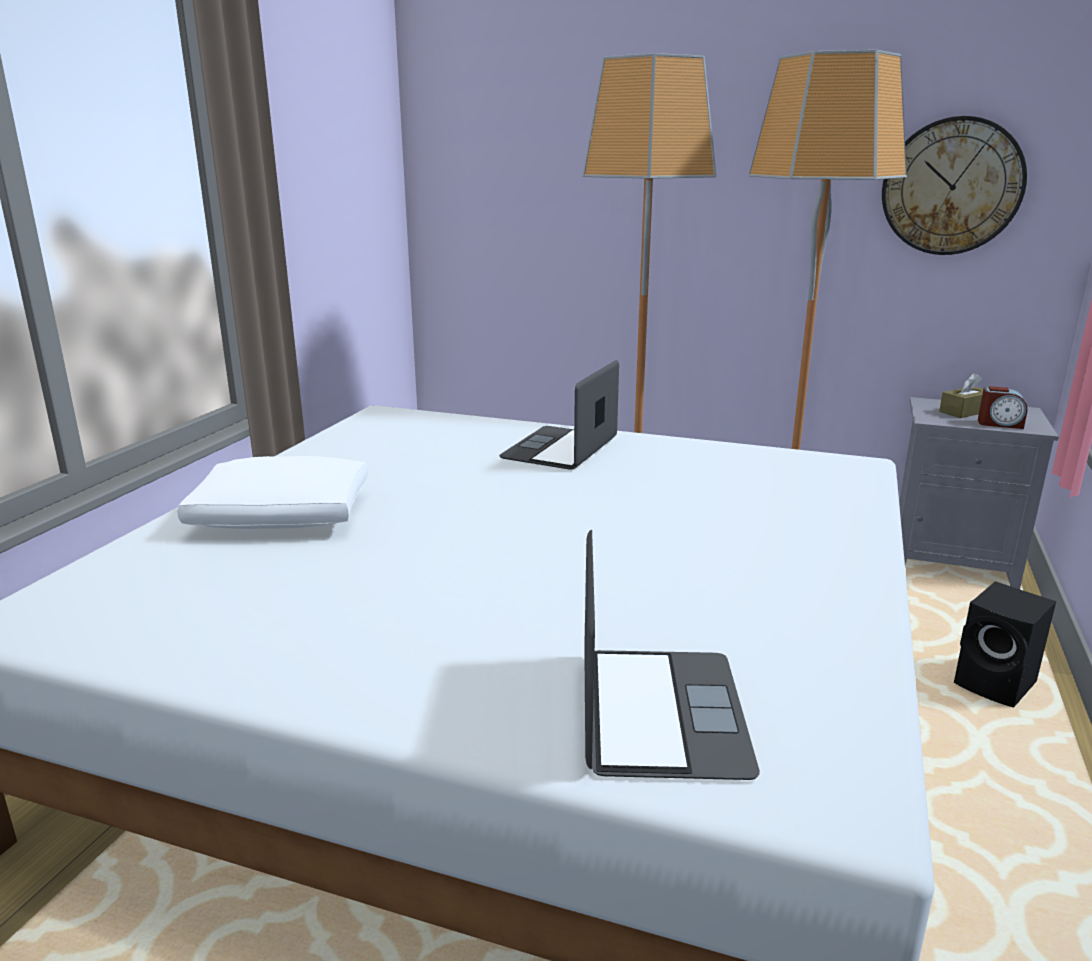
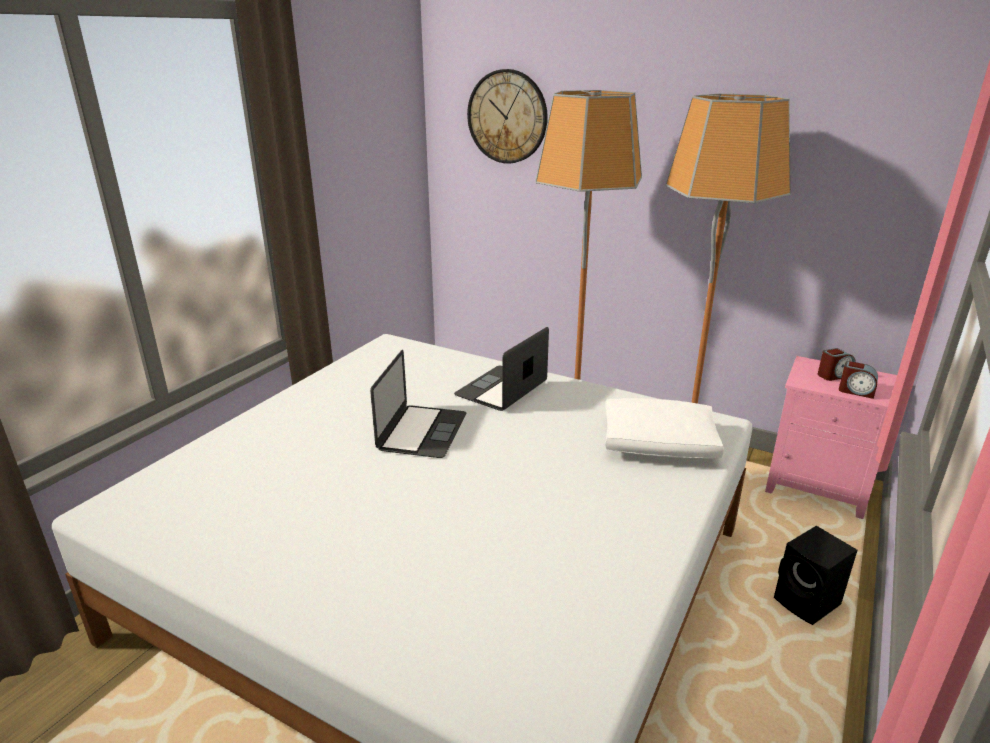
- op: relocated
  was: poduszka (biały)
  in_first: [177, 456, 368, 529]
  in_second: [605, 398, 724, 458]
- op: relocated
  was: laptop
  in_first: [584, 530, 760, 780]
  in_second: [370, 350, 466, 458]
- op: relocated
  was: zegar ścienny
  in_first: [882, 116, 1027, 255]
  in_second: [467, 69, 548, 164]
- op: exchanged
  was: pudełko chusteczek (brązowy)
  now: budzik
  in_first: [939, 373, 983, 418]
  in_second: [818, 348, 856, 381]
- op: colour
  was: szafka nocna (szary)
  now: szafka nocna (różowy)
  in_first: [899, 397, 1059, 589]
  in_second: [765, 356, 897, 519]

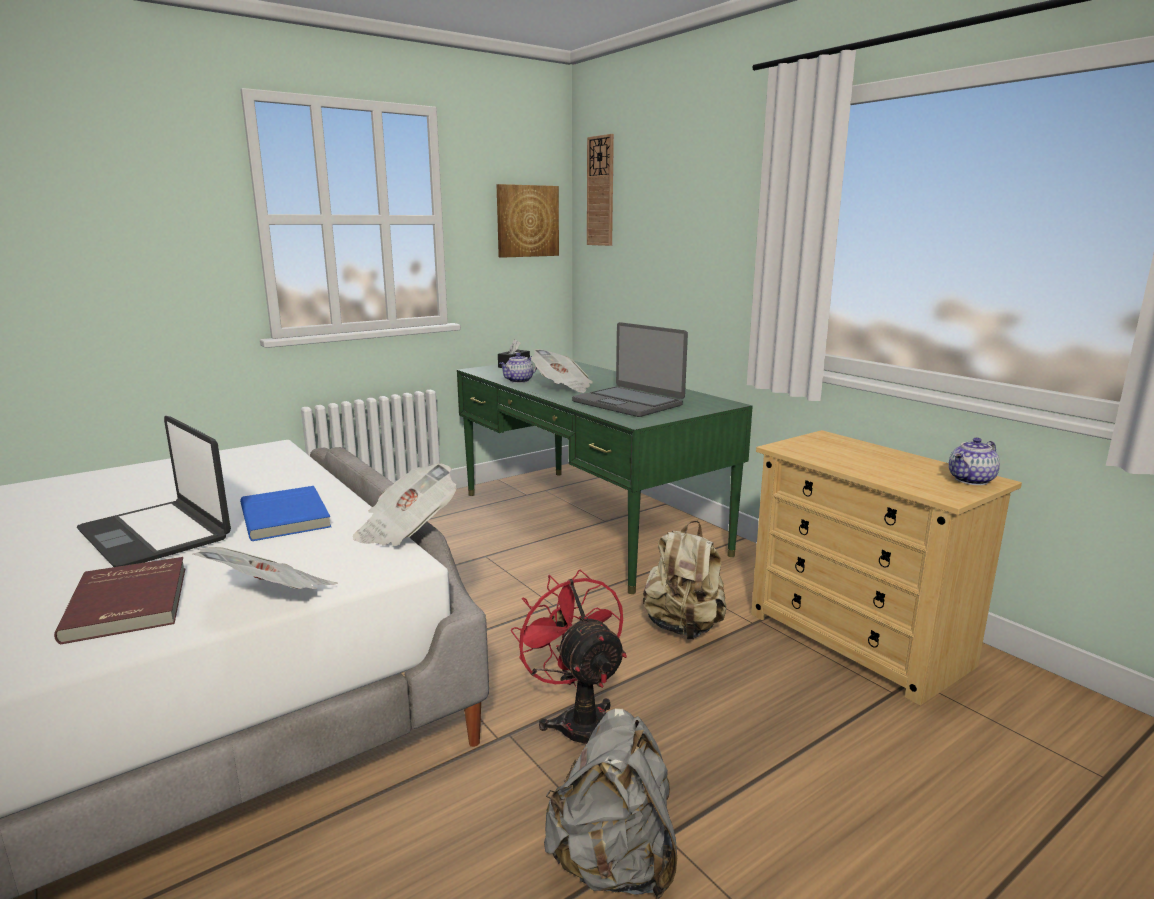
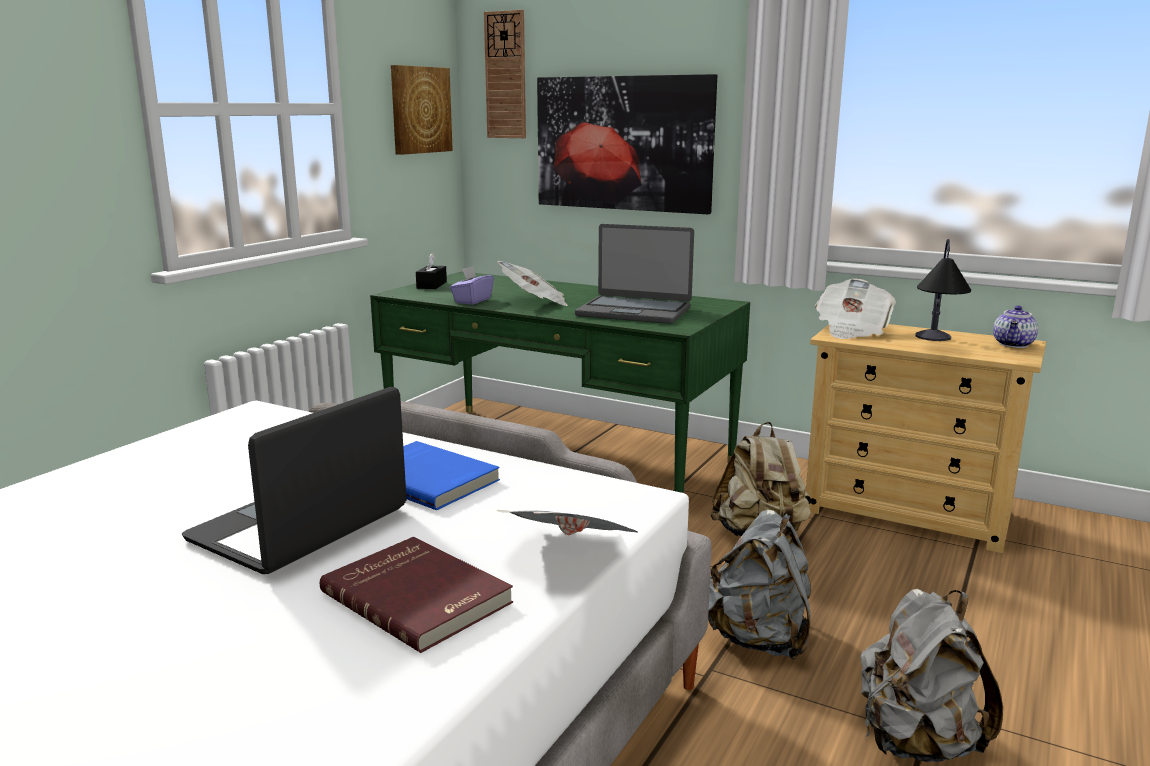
- op: appeared
  now: obraz
  in_second: [537, 74, 717, 214]
- op: appeared
  now: lampa stołowa
  in_second: [915, 239, 971, 341]
- op: relocated
  was: gazeta
  in_first: [353, 464, 456, 546]
  in_second: [815, 278, 896, 339]
- op: exchanged
  was: imbryk
  now: pudełko chusteczek (fioletowy)
  in_first: [499, 353, 537, 383]
  in_second: [450, 266, 494, 305]
- op: exchanged
  was: wentylator (czerwony)
  now: plecak (szary)
  in_first: [511, 570, 627, 744]
  in_second: [708, 509, 811, 660]
- op: spun
  was: laptop
  in_first: [77, 416, 231, 567]
  in_second: [182, 387, 407, 574]
  clockwise: 105

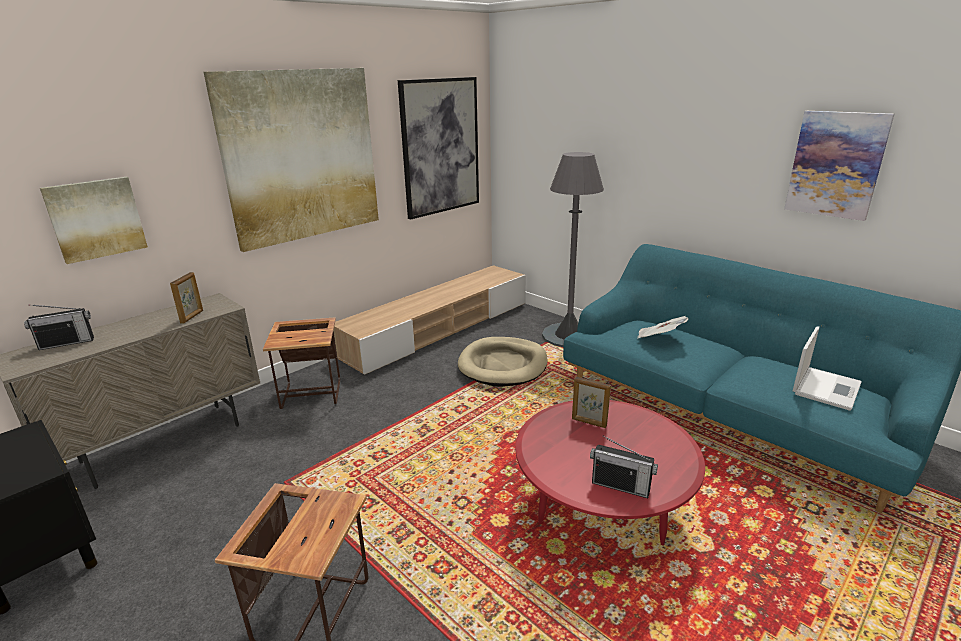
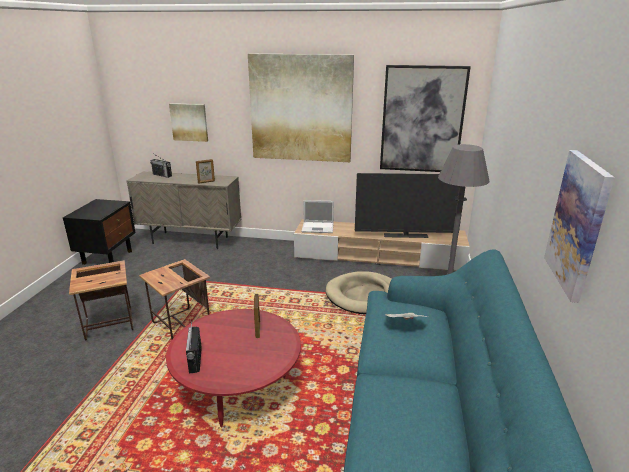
- op: appeared
  now: telewizor
  in_second: [355, 173, 465, 238]
- op: relocated
  was: stolik
  in_first: [263, 317, 340, 409]
  in_second: [139, 259, 210, 339]
- op: relocated
  was: laptop
  in_first: [793, 326, 862, 411]
  in_second: [301, 200, 334, 233]

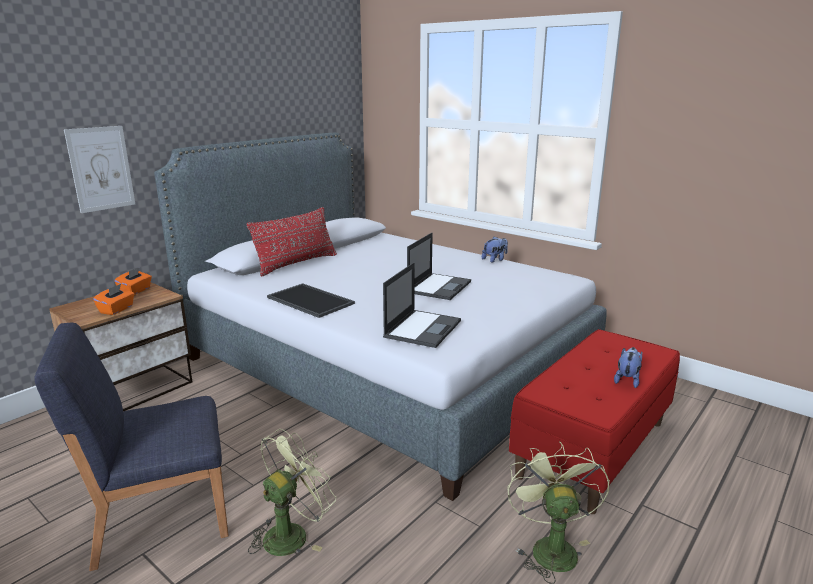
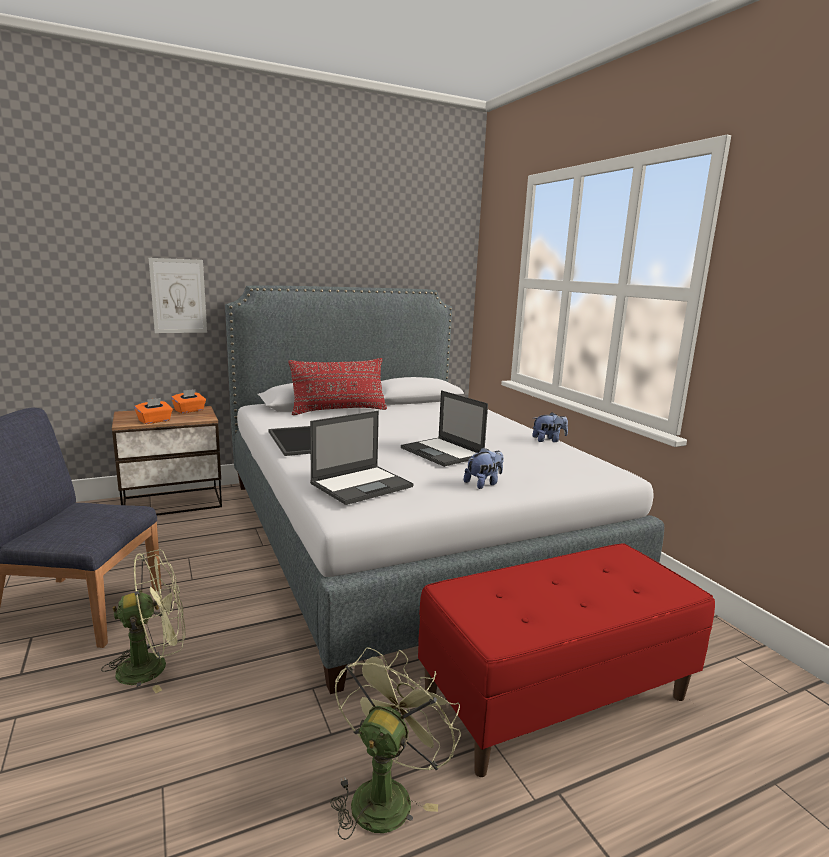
- op: relocated
  was: pluszak
  in_first: [614, 347, 642, 388]
  in_second: [464, 448, 504, 489]
- op: spun
  was: laptop
  in_first: [407, 232, 471, 300]
  in_second: [401, 390, 488, 467]
  clockwise: 90

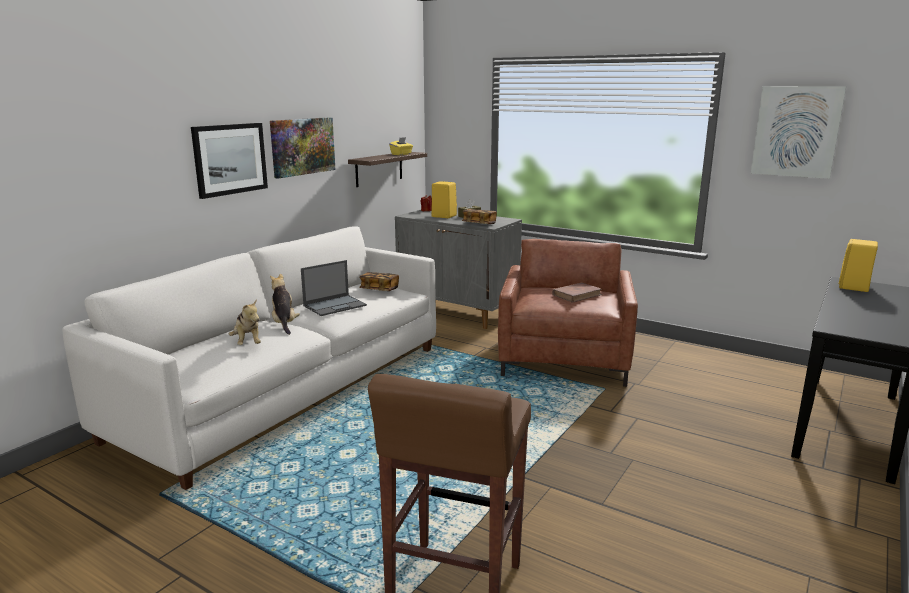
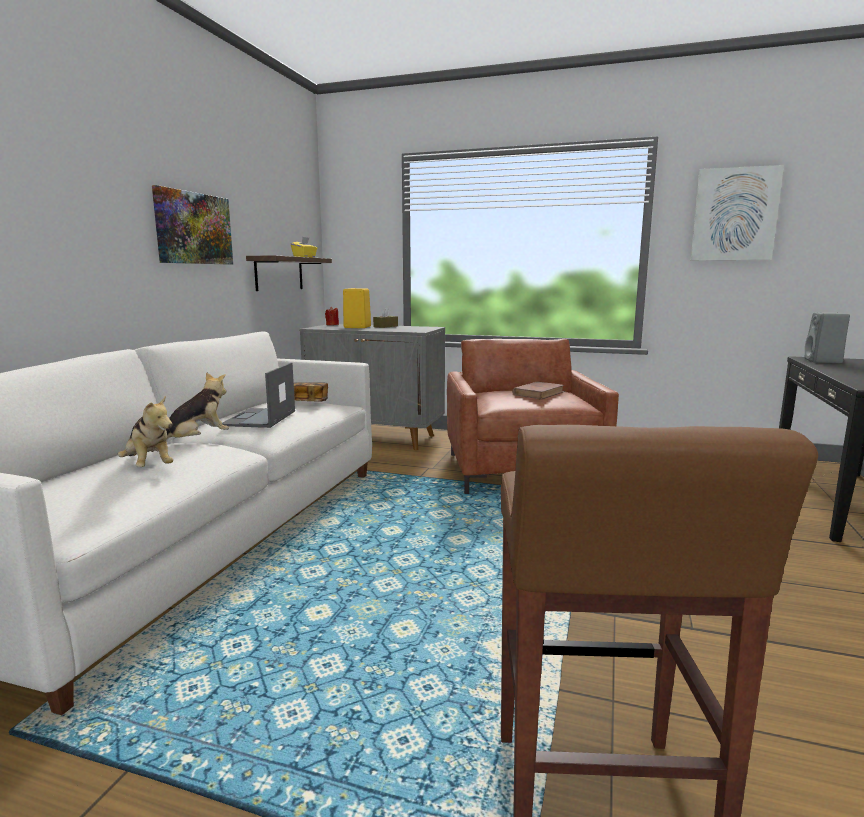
- op: missing
  was: obraz
  in_first: [191, 123, 268, 199]
- op: missing
  was: książka
  in_first: [462, 209, 497, 224]
- op: colour
  was: głośnik (żółty)
  now: głośnik (szary)
  in_first: [839, 239, 878, 292]
  in_second: [804, 312, 850, 363]
- op: spun
  was: pluszak
  in_first: [270, 274, 300, 335]
  in_second: [151, 372, 229, 452]
  clockwise: 75
- op: spun
  was: laptop
  in_first: [301, 260, 367, 316]
  in_second: [222, 362, 295, 428]
  clockwise: 150

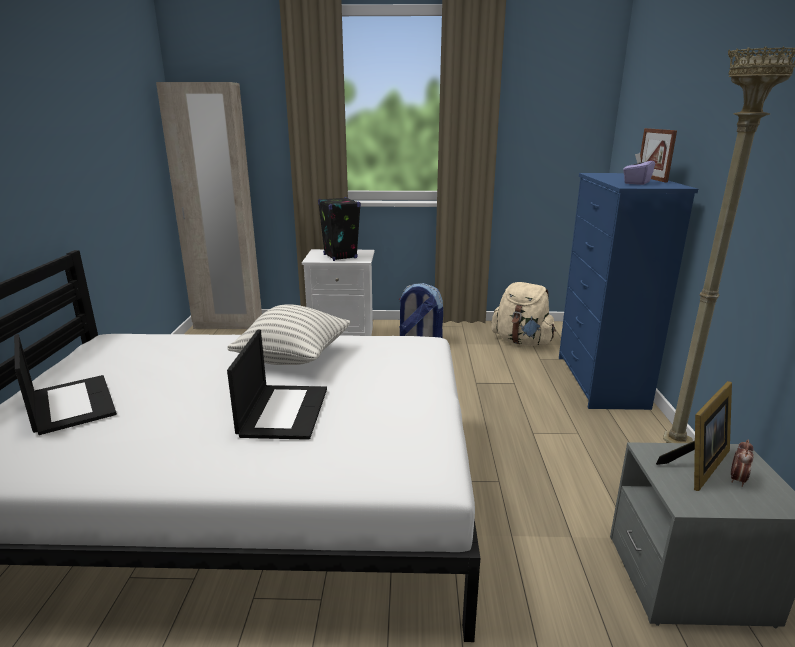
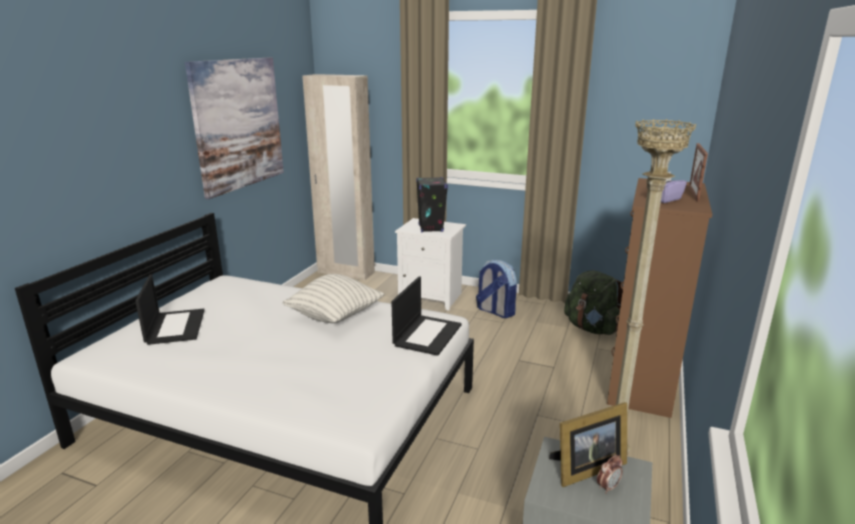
- op: appeared
  now: obraz
  in_second: [185, 57, 284, 199]
- op: relocated
  was: laptop
  in_first: [227, 330, 327, 440]
  in_second: [391, 276, 462, 356]
- op: colour
  was: plecak (beżowy)
  now: plecak (zielony)
  in_first: [491, 282, 556, 346]
  in_second: [564, 270, 623, 335]
- op: colour
  was: komoda (niebieski)
  now: komoda (brązowy)
  in_first: [559, 173, 698, 410]
  in_second: [607, 178, 712, 418]

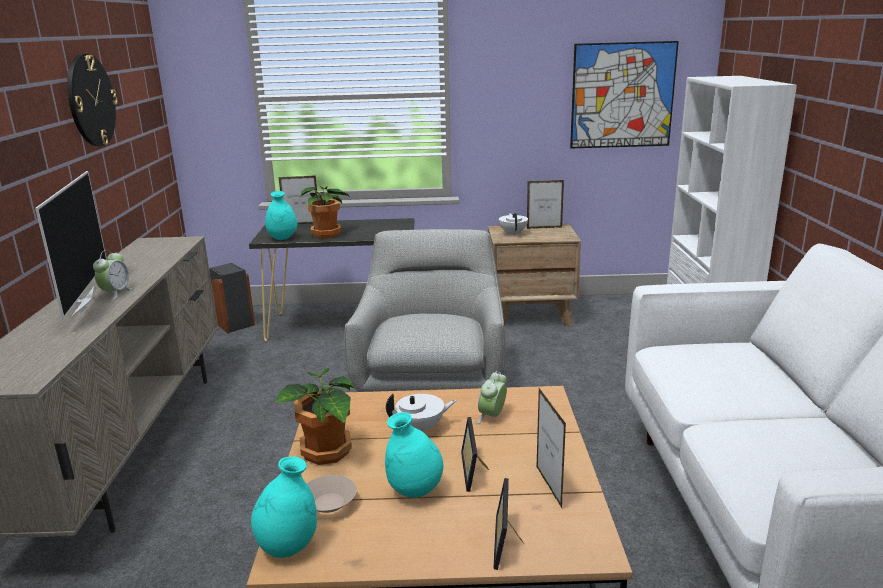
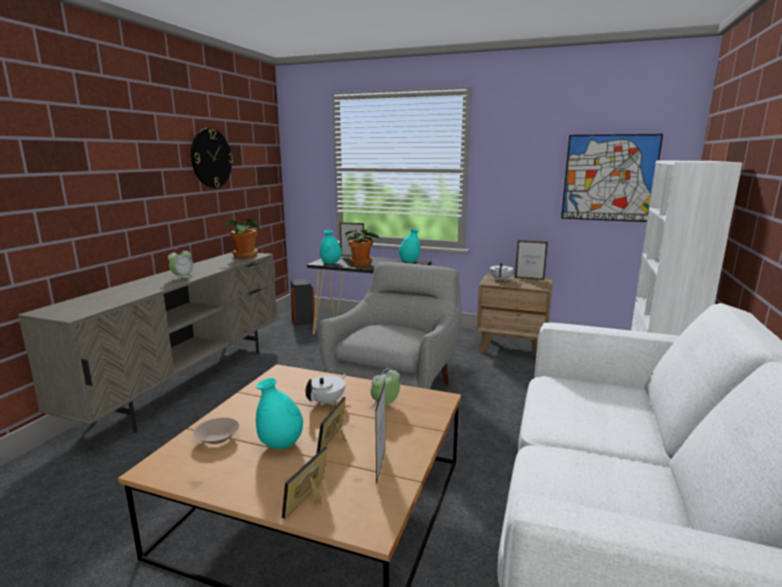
- op: missing
  was: telewizor
  in_first: [35, 171, 107, 319]
- op: relocated
  was: wazon (turkusowy)
  in_first: [251, 456, 317, 558]
  in_second: [399, 228, 421, 263]
- op: relocated
  was: roślina doniczkowa
  in_first: [274, 368, 354, 465]
  in_second: [223, 219, 260, 258]
- op: spun
  was: imbryk (biały)
  in_first: [386, 394, 457, 432]
  in_second: [306, 374, 346, 406]
  clockwise: -60

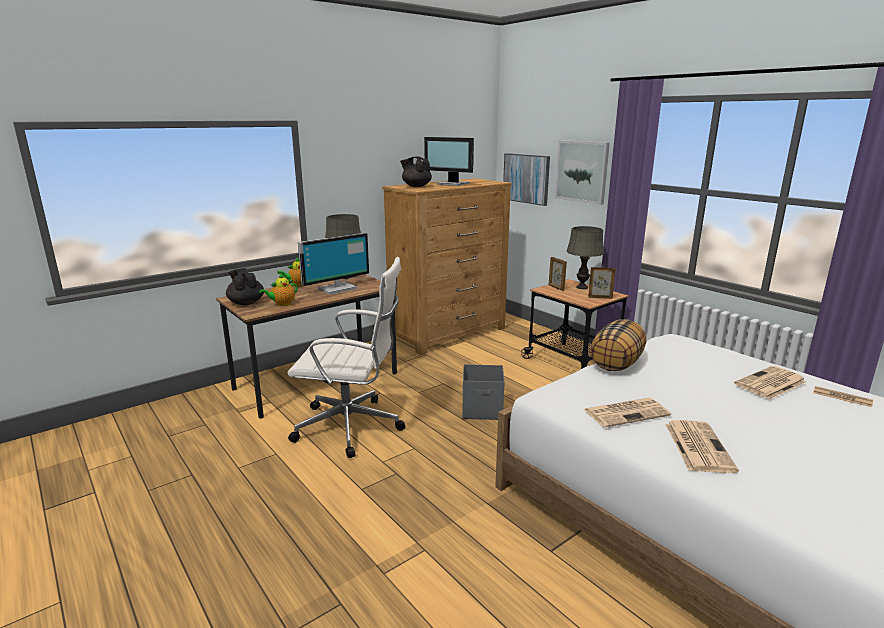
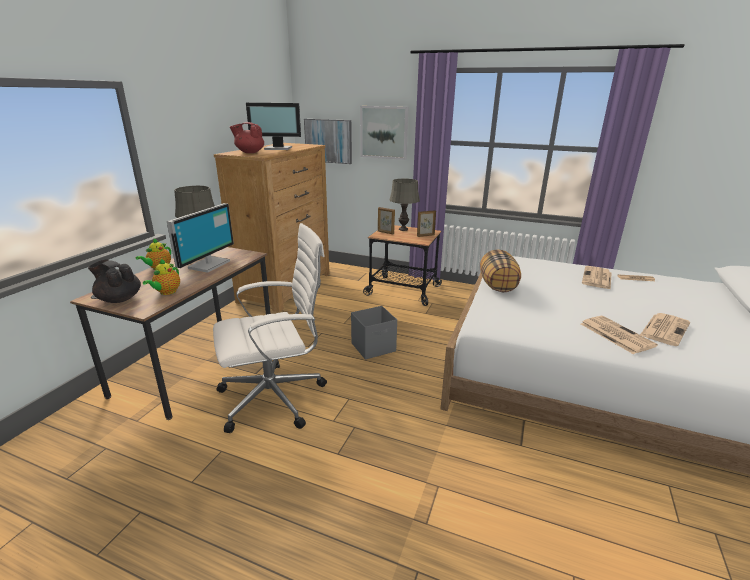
- op: relocated
  was: gazeta
  in_first: [583, 398, 671, 428]
  in_second: [640, 313, 690, 346]
- op: colour
  was: imbryk (czarny)
  now: imbryk (czerwony)
  in_first: [400, 156, 432, 187]
  in_second: [230, 122, 264, 153]

